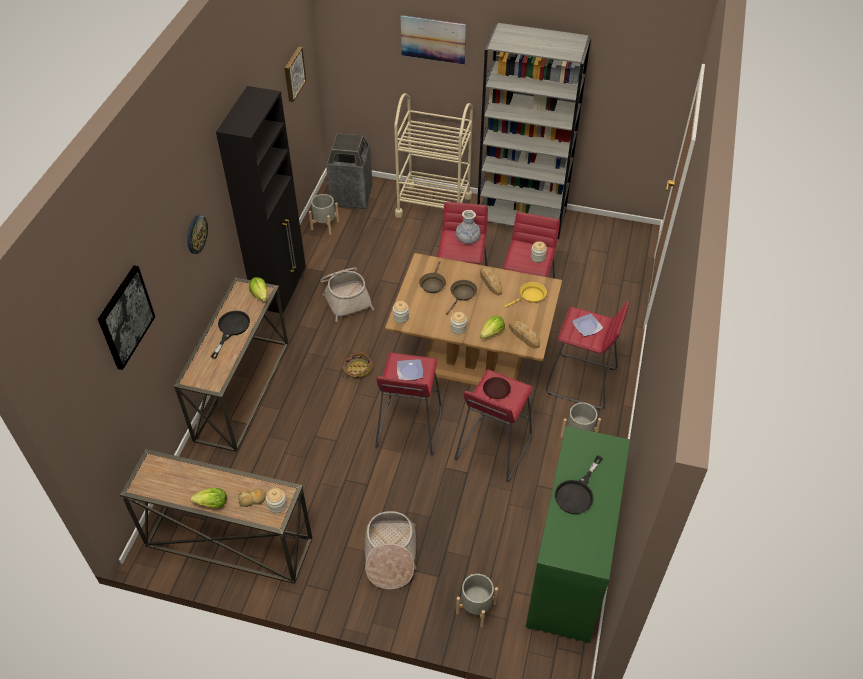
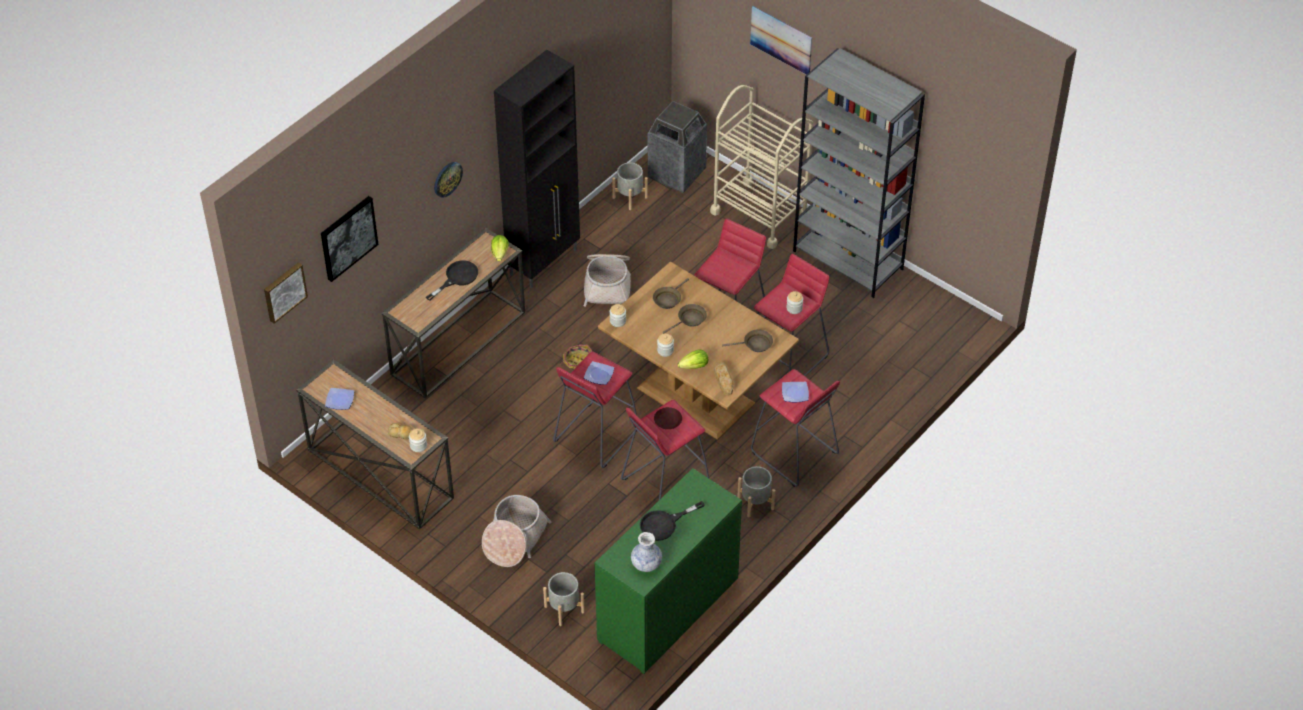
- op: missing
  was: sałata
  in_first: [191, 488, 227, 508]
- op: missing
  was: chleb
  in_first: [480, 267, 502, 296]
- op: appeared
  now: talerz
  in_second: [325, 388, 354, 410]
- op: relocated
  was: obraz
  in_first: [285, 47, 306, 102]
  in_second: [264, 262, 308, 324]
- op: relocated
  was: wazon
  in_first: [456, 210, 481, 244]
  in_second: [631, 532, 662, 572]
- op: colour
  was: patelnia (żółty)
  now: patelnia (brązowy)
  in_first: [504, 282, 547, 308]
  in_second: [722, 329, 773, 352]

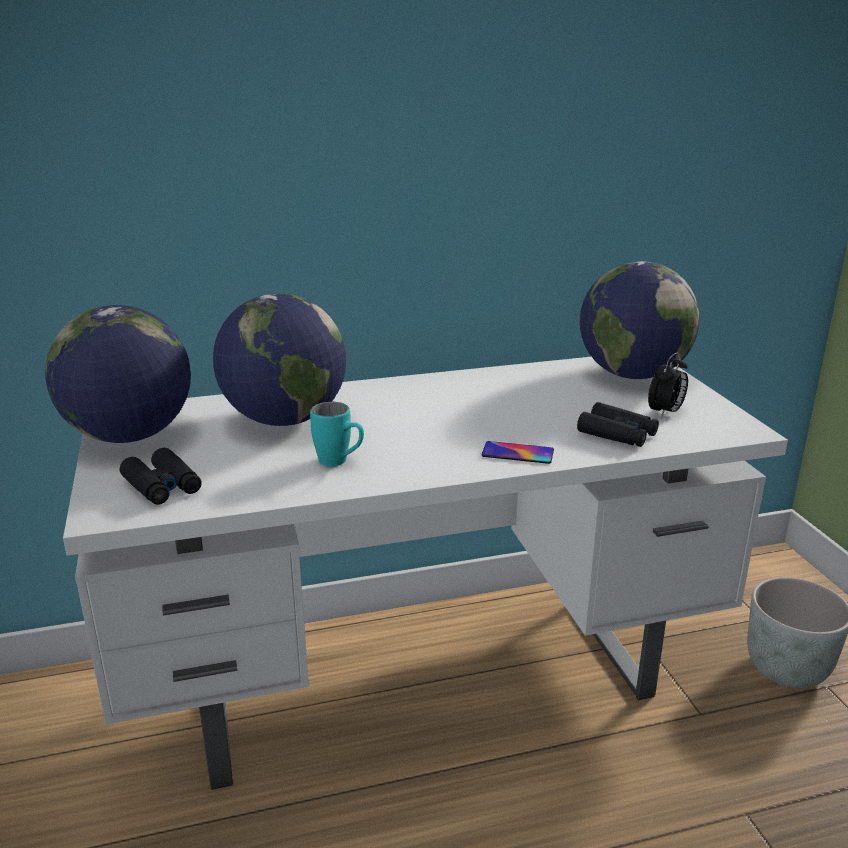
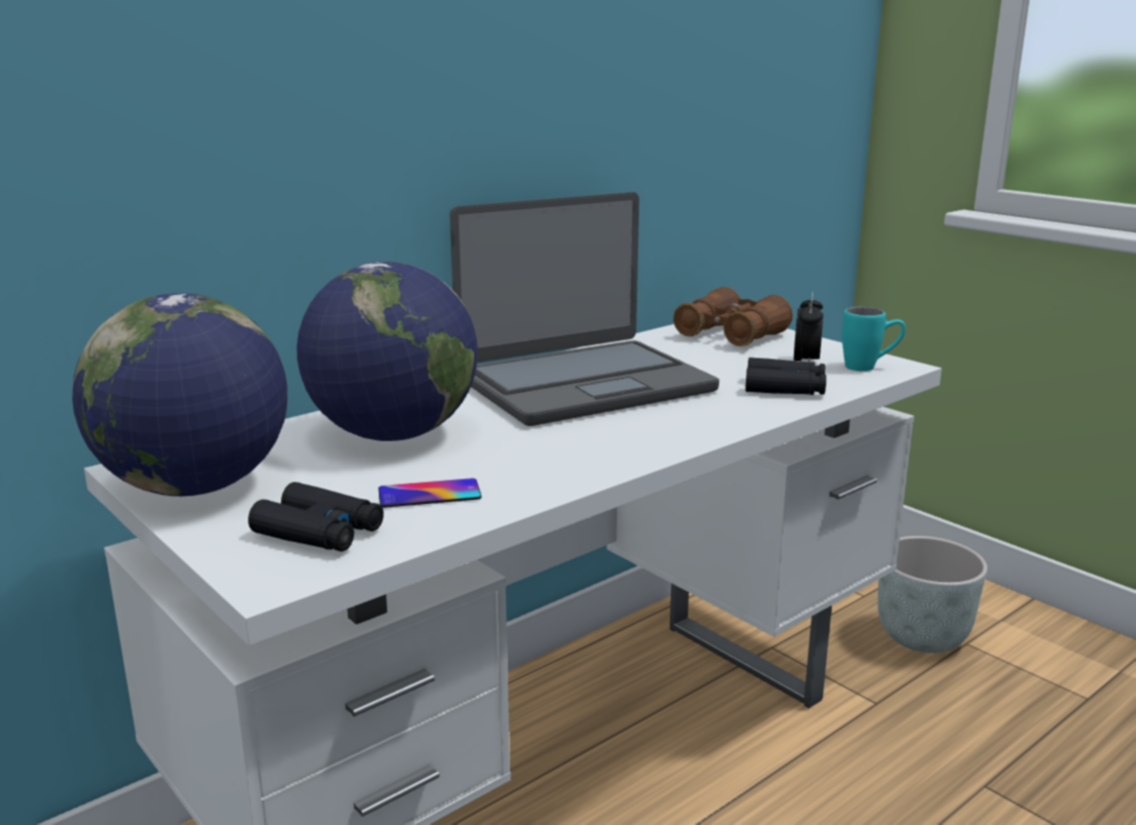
- op: appeared
  now: laptop
  in_second: [450, 192, 719, 426]
- op: relocated
  was: kubek (turkusowy)
  in_first: [310, 402, 364, 466]
  in_second: [842, 306, 905, 371]
- op: relocated
  was: telefon
  in_first: [481, 441, 554, 464]
  in_second: [378, 478, 482, 508]
- op: exchanged
  was: globus
  now: lornetka (brązowy)
  in_first: [580, 261, 699, 379]
  in_second: [673, 287, 793, 346]

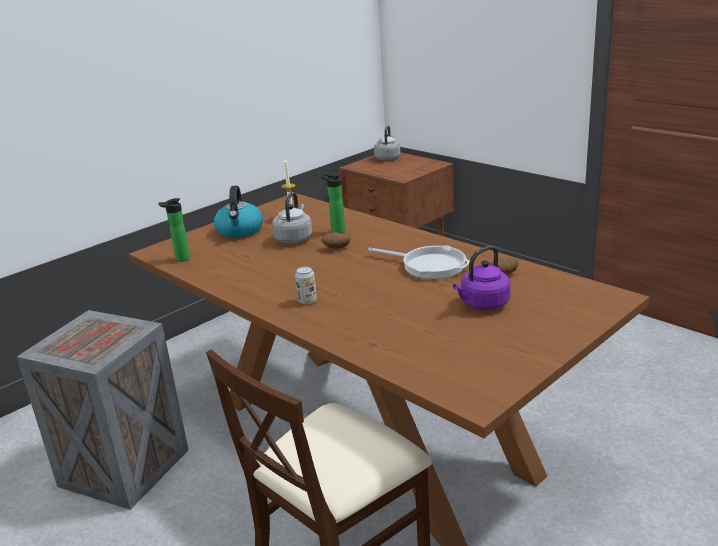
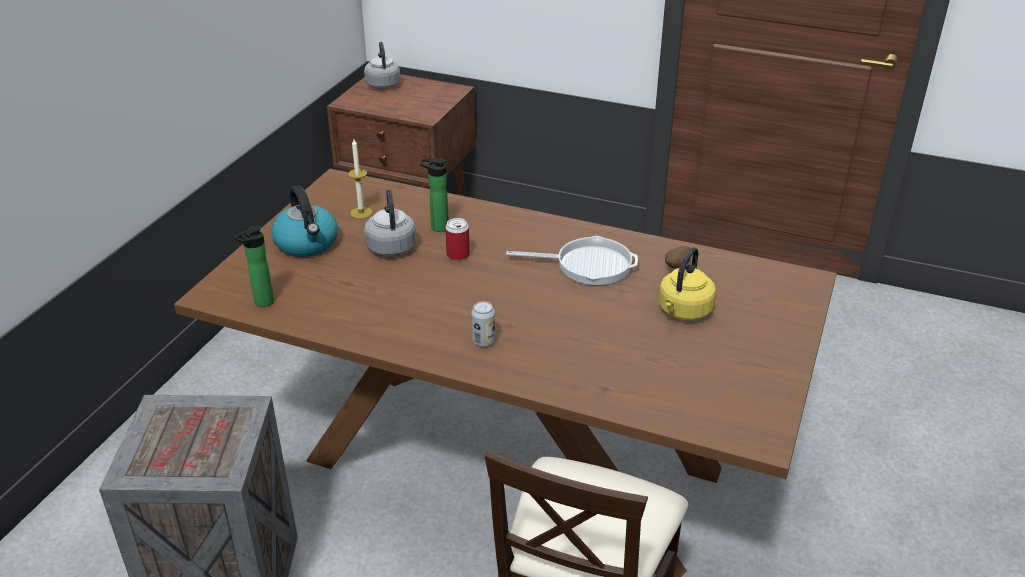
- op: exchanged
  was: ziemniak
  now: puszka
  in_first: [321, 233, 350, 249]
  in_second: [445, 218, 470, 261]
- op: colour
  was: czajnik (fioletowy)
  now: czajnik (żółty)
  in_first: [453, 246, 510, 310]
  in_second: [659, 247, 716, 321]

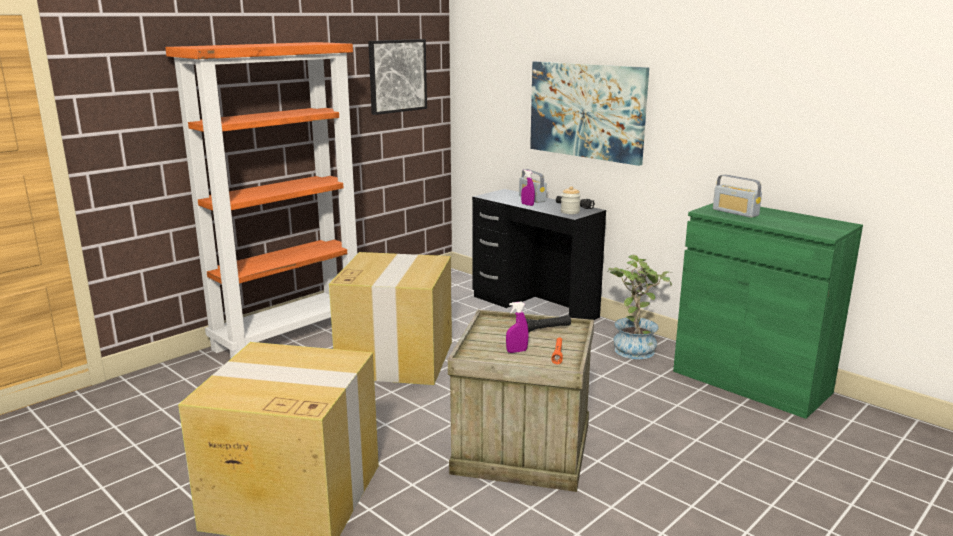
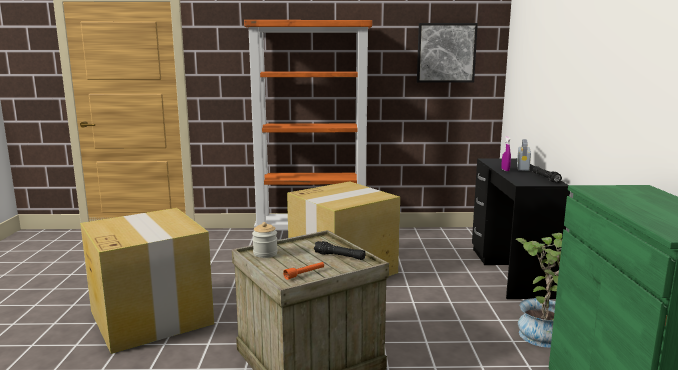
- op: missing
  was: spryskiwacz (fioletowy)
  in_first: [506, 302, 529, 353]
- op: missing
  was: obraz
  in_first: [530, 61, 649, 166]
- op: missing
  was: radio
  in_first: [713, 175, 762, 218]
- op: relocated
  was: słoik
  in_first: [561, 186, 581, 214]
  in_second: [252, 222, 278, 258]

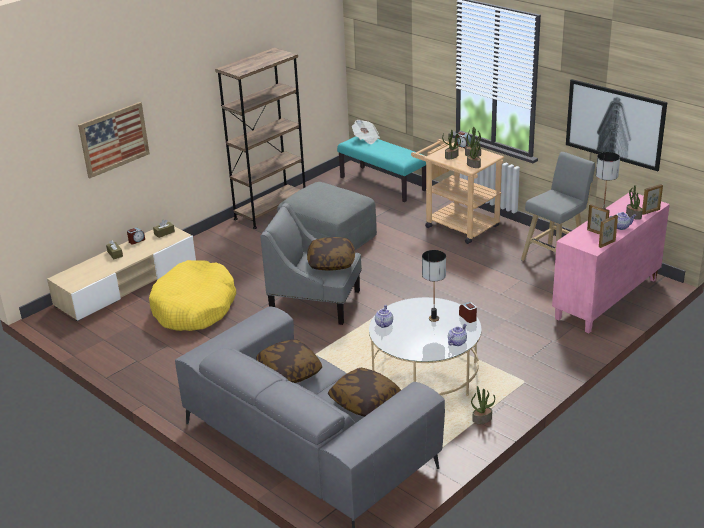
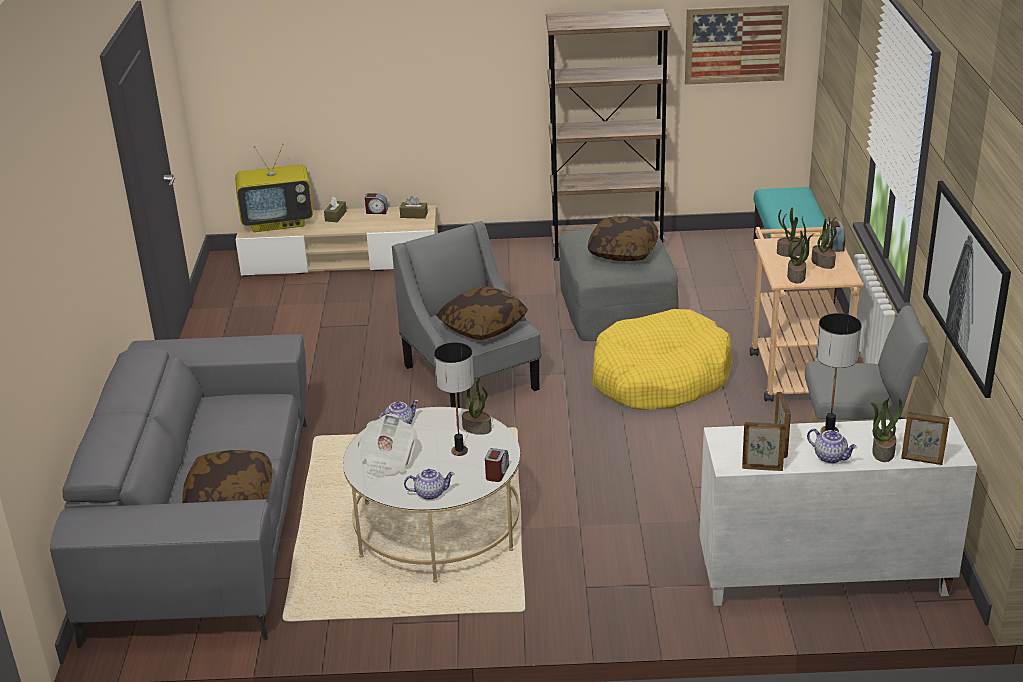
- op: appeared
  now: telewizor
  in_second: [235, 144, 313, 232]
- op: relocated
  was: obraz
  in_first: [78, 102, 150, 178]
  in_second: [685, 4, 789, 85]
- op: relocated
  was: legowisko (żółty)
  in_first: [149, 260, 236, 331]
  in_second: [592, 309, 732, 410]
- op: relocated
  was: poduszka
  in_first: [256, 339, 322, 383]
  in_second: [588, 216, 658, 261]
- op: relocated
  was: gazeta
  in_first: [352, 120, 380, 144]
  in_second: [358, 414, 417, 478]
- op: relocated
  was: roślina doniczkowa
  in_first: [471, 386, 495, 424]
  in_second: [462, 377, 491, 435]
- op: colour
  was: szafka (różowy)
  now: szafka (biały)
  in_first: [552, 192, 670, 333]
  in_second: [699, 417, 977, 606]

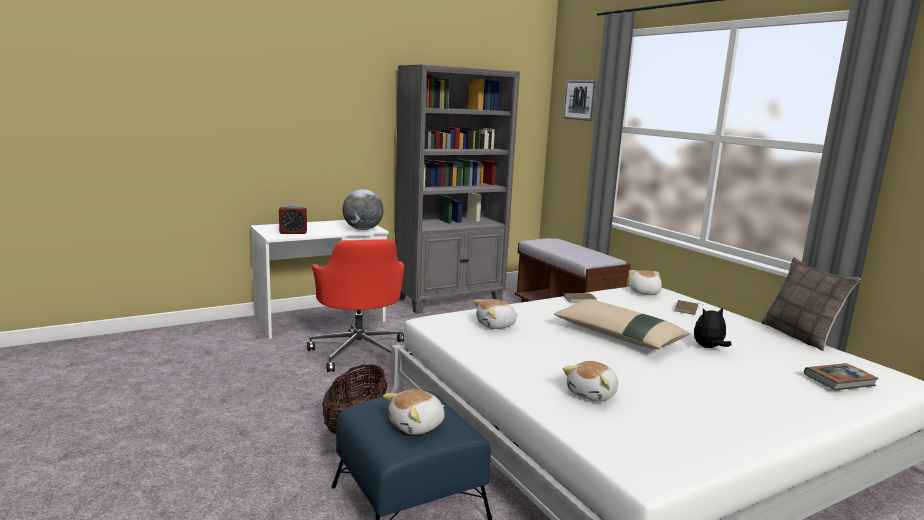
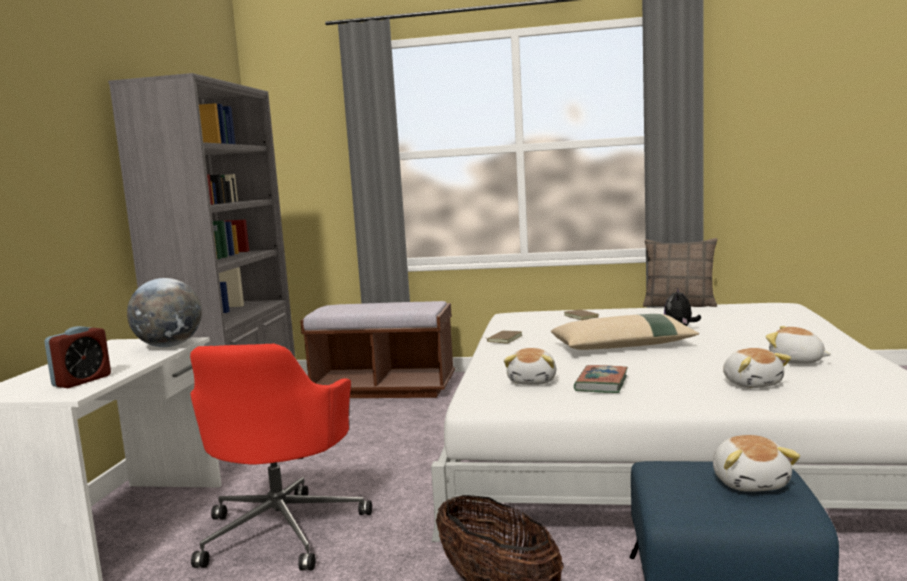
- op: missing
  was: obraz
  in_first: [563, 80, 598, 121]
- op: relocated
  was: pluszak
  in_first: [629, 270, 662, 295]
  in_second: [765, 326, 832, 364]
- op: relocated
  was: książka
  in_first: [804, 363, 879, 390]
  in_second: [574, 365, 628, 393]
- op: spun
  was: krzesło biurowe (czerwony)
  in_first: [307, 239, 404, 372]
  in_second: [190, 344, 372, 570]
  clockwise: 75

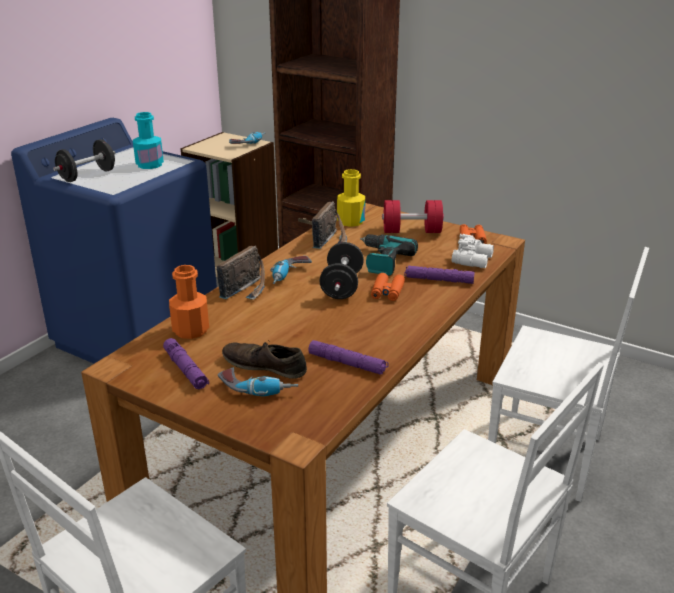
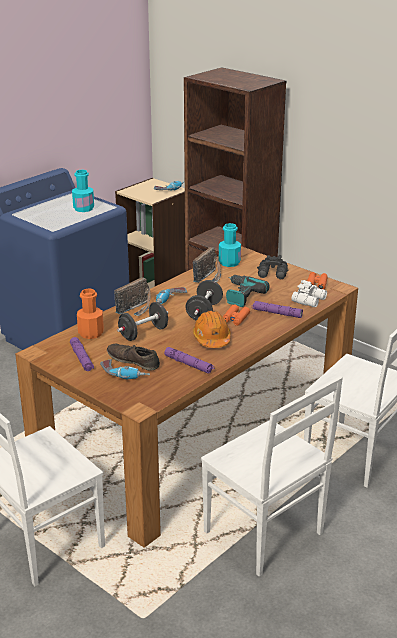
- op: appeared
  now: kask (pomarańczowy)
  in_second: [193, 311, 231, 348]
- op: relocated
  was: hantel (czarny)
  in_first: [53, 139, 116, 182]
  in_second: [117, 302, 168, 341]
- op: exchanged
  was: hantel (czerwony)
  now: lornetka (czarny)
  in_first: [382, 200, 444, 233]
  in_second: [257, 255, 289, 279]
- op: colour
  was: butelka (żółty)
  now: butelka (turkusowy)
  in_first: [337, 169, 365, 227]
  in_second: [219, 223, 241, 267]

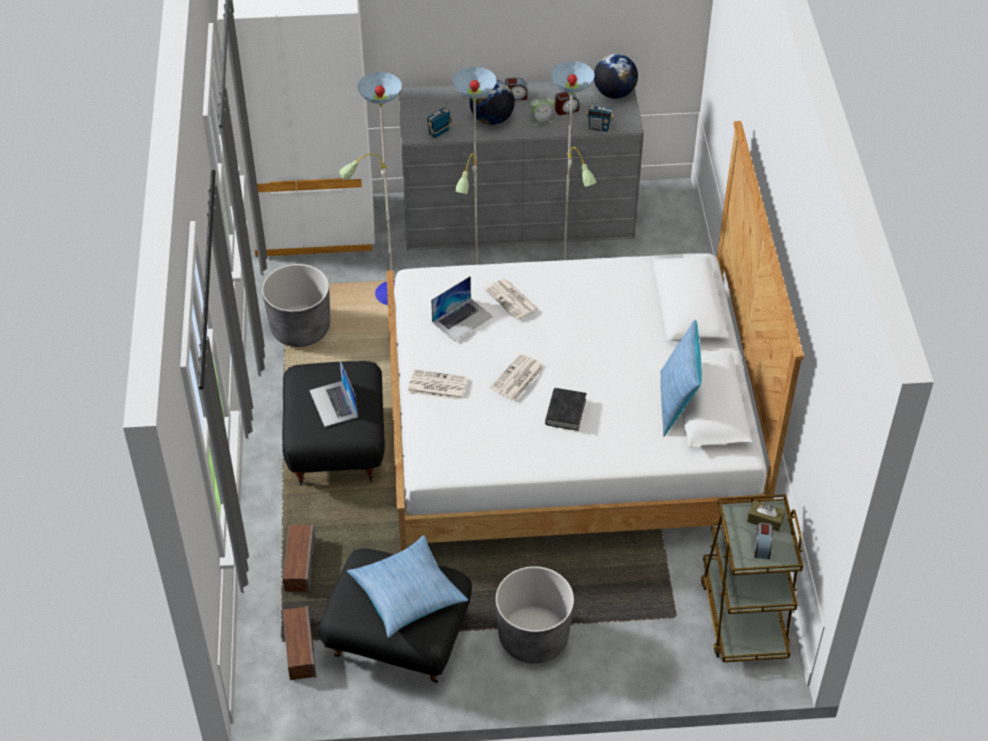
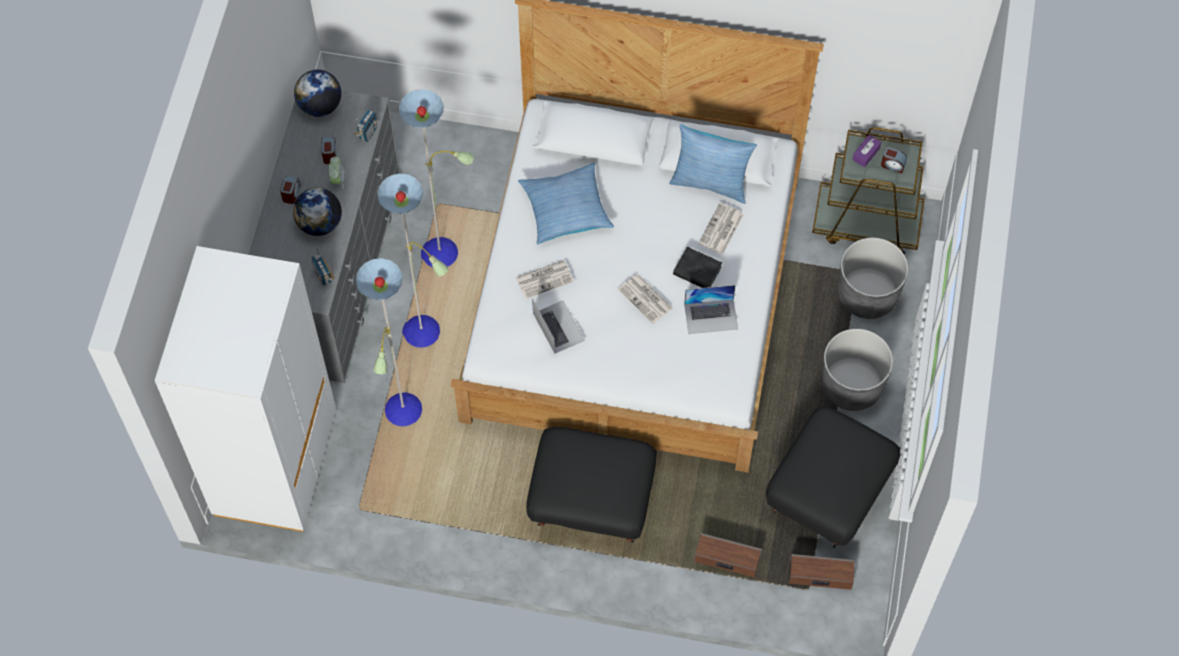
- op: relocated
  was: donica (szary)
  in_first: [262, 264, 330, 347]
  in_second: [838, 238, 908, 319]
- op: relocated
  was: laptop
  in_first: [309, 361, 358, 427]
  in_second: [684, 285, 738, 334]
- op: relocated
  was: poduszka
  in_first: [347, 535, 468, 638]
  in_second: [518, 163, 614, 245]
- op: relocated
  was: gazeta
  in_first: [408, 369, 467, 400]
  in_second: [698, 203, 744, 254]
- op: colour
  was: pudełko chusteczek (brązowy)
  now: pudełko chusteczek (fioletowy)
  in_first: [747, 501, 785, 532]
  in_second: [852, 135, 881, 167]

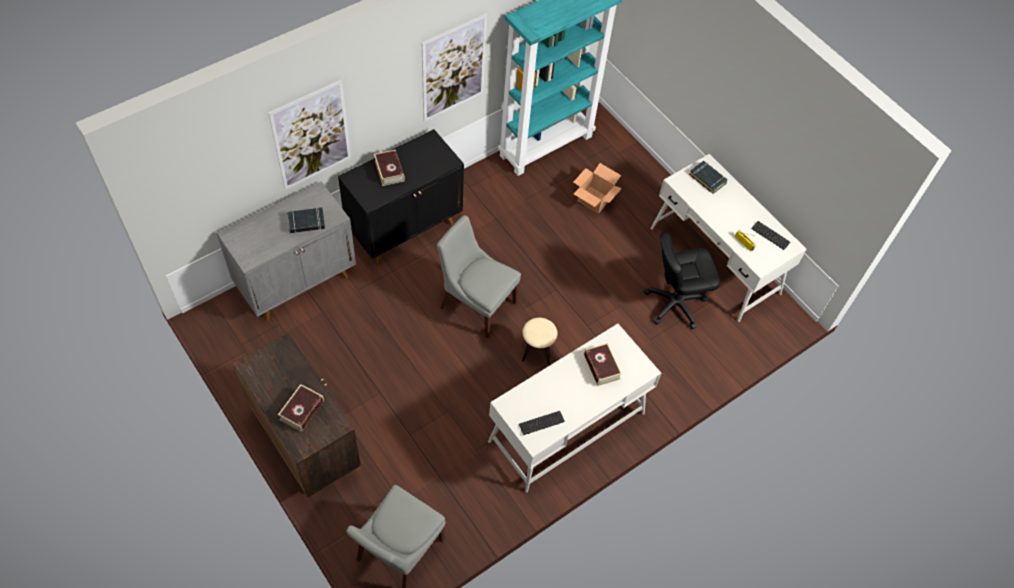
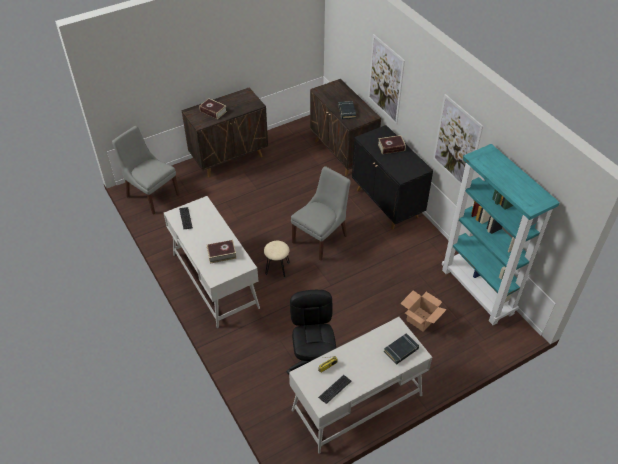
- op: colour
  was: szafka (szary)
  now: szafka (brązowy)
  in_first: [216, 181, 356, 320]
  in_second: [310, 79, 381, 176]

